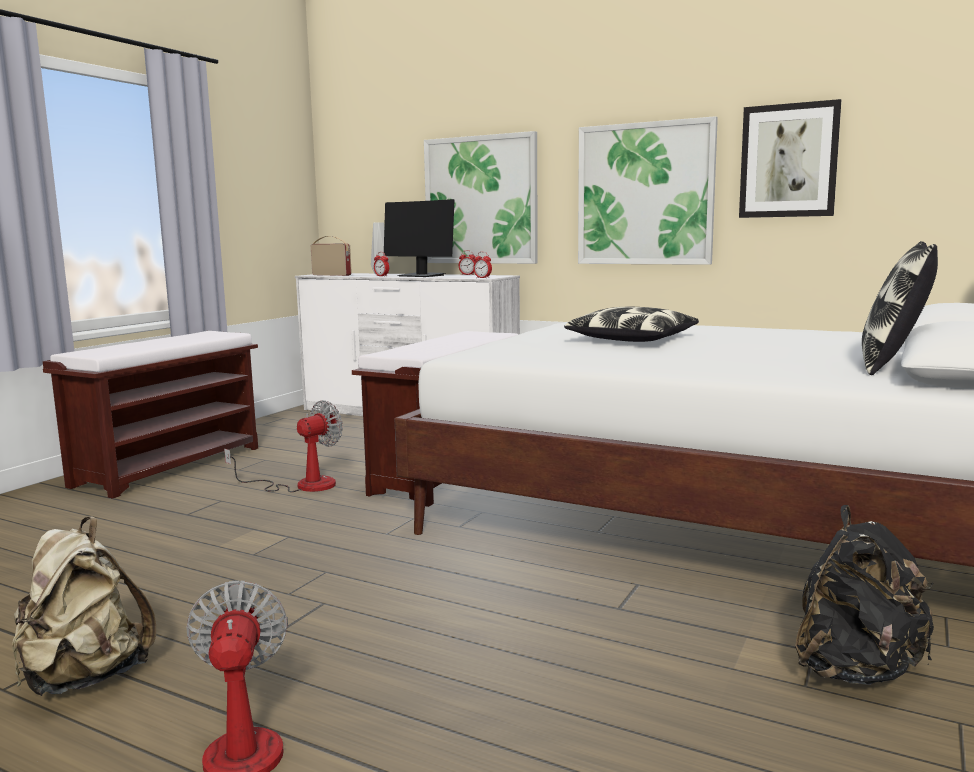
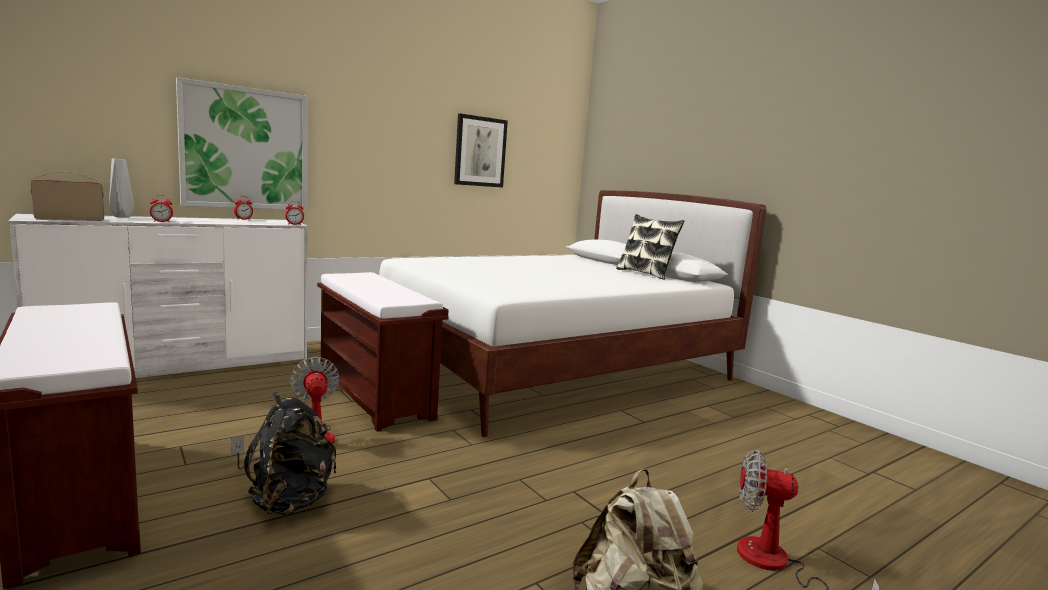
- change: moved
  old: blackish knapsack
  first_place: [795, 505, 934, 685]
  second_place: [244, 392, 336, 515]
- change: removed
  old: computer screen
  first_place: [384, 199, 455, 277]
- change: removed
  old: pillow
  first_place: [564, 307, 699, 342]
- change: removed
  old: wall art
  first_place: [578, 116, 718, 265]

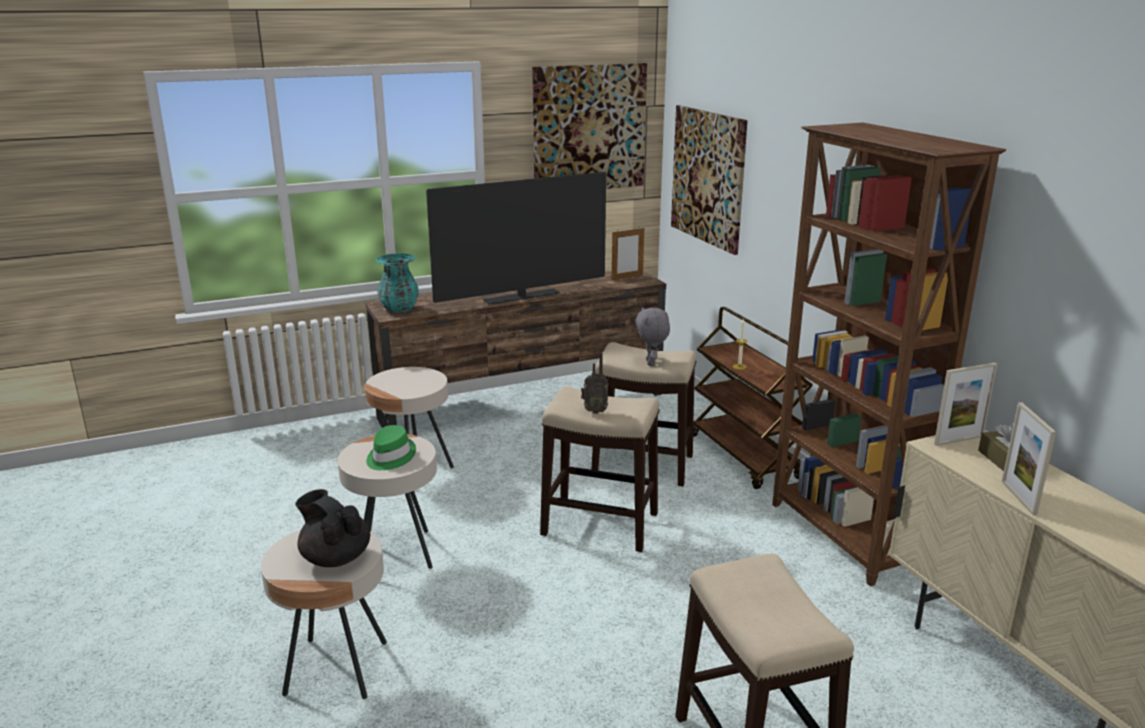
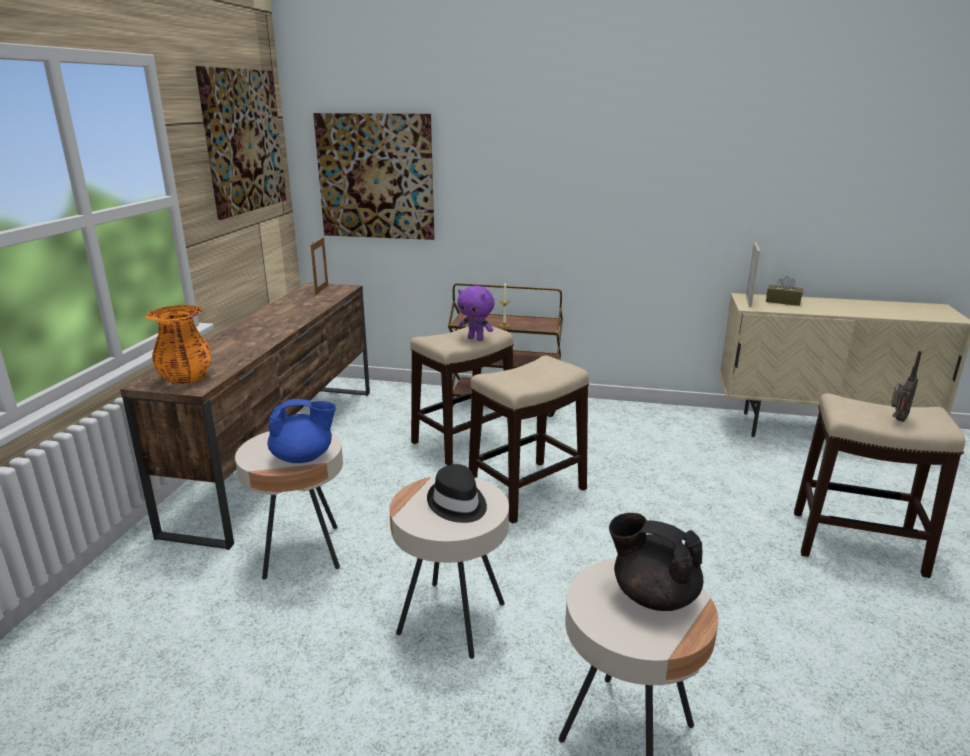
- change: recoloured
  old: turquoise-coloured flower vase
  new: orange-coloured flower vase
  first_place: [376, 253, 419, 313]
  second_place: [145, 305, 211, 384]
- change: added
  new: blue teapot
  second_place: [268, 399, 336, 463]
- change: recoloured
  old: green-coloured clothing hat
  new: blackish clothing hat
  first_place: [366, 425, 416, 470]
  second_place: [427, 464, 487, 523]
- change: recoloured
  old: greyish plush toy
  new: purplish plush toy
  first_place: [635, 307, 670, 366]
  second_place: [457, 286, 495, 341]
- change: turned
  old: blackish teapot
  first_place: [295, 489, 370, 567]
  second_place: [609, 513, 703, 611]
  degrees: 45
- change: moved
  old: radio
  first_place: [581, 352, 608, 414]
  second_place: [891, 351, 922, 422]
- change: removed
  old: TV set
  first_place: [426, 172, 606, 304]
- change: removed
  old: brown-coloured bookcase
  first_place: [772, 122, 1006, 586]
- change: removed
  old: standing frame
  first_place: [1002, 402, 1056, 515]

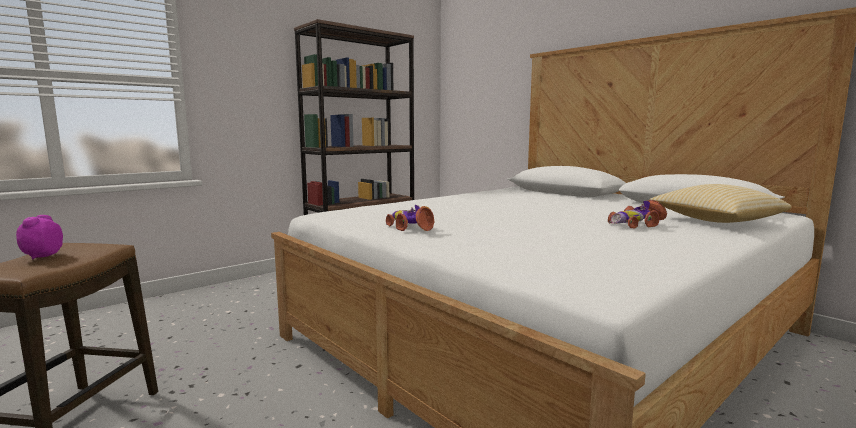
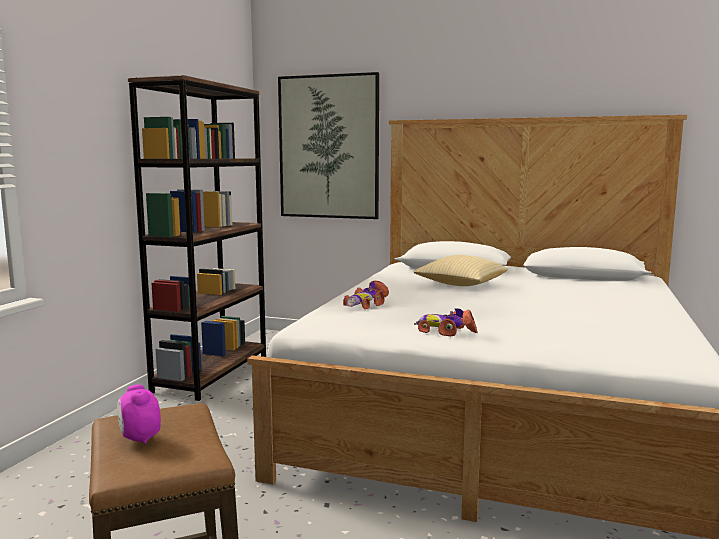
- change: added
  new: wall art
  second_place: [278, 72, 379, 219]
- change: moved
  old: toy car
  first_place: [608, 200, 667, 229]
  second_place: [343, 281, 389, 309]
- change: moved
  old: pillow
  first_place: [649, 184, 792, 223]
  second_place: [413, 255, 507, 286]

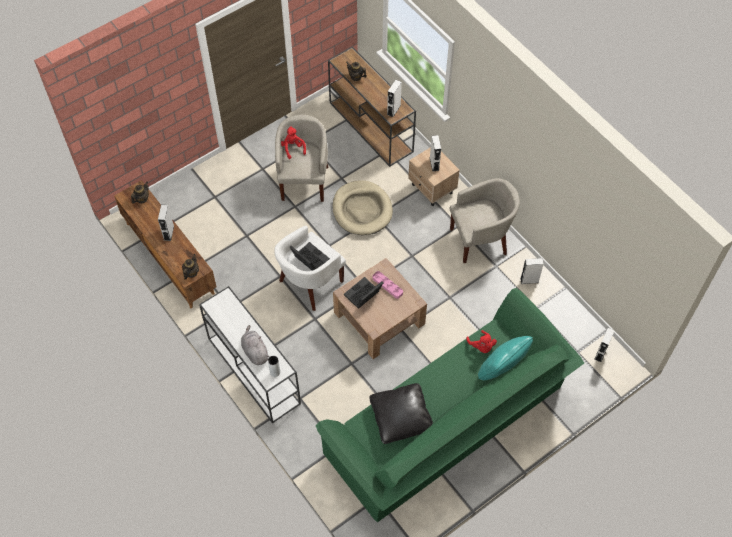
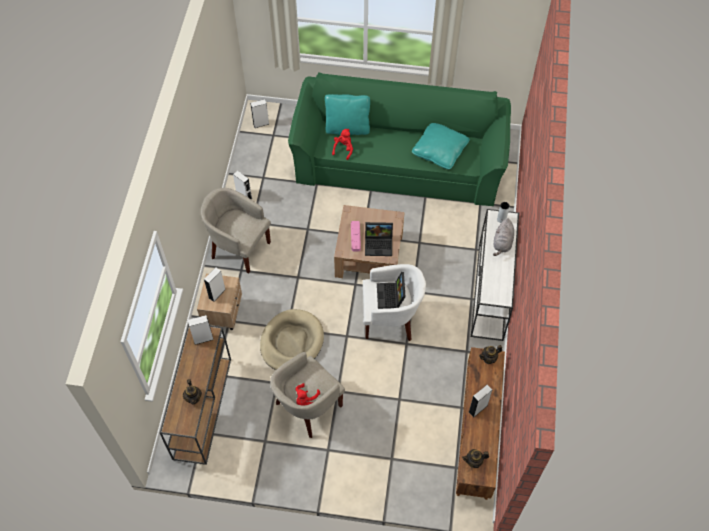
- change: recoloured
  old: blackish pillow
  new: turquoise-coloured pillow
  first_place: [369, 383, 433, 444]
  second_place: [412, 123, 470, 169]

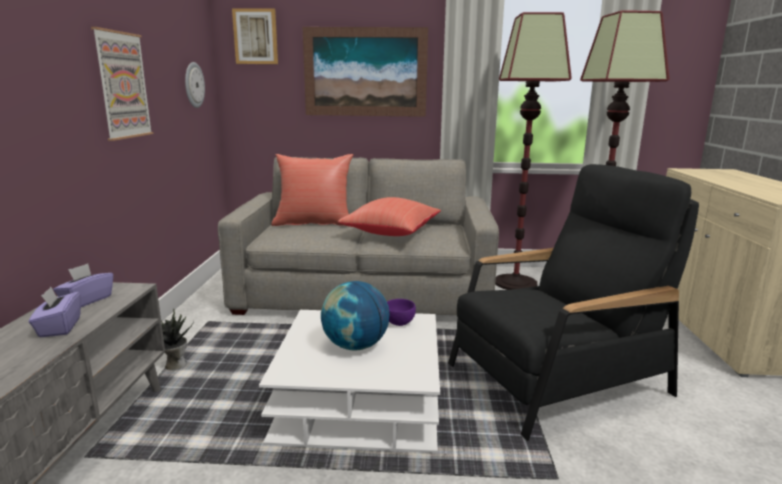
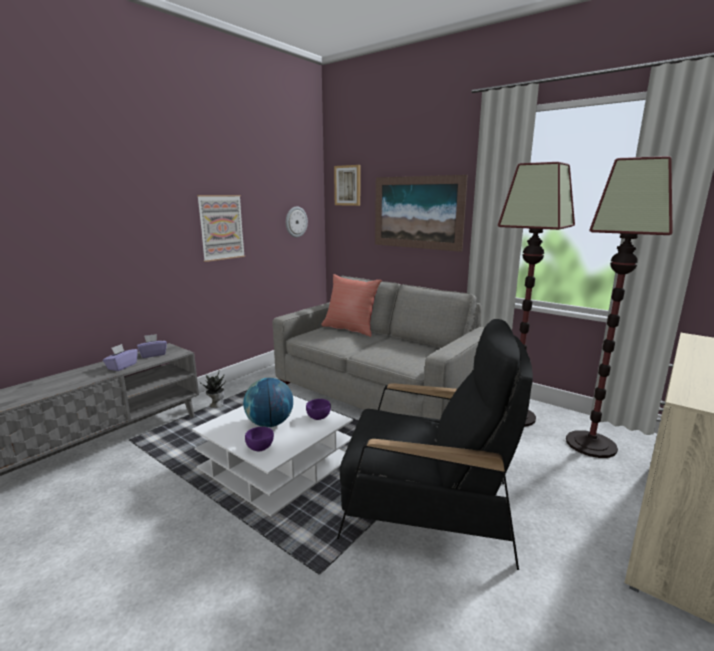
- change: added
  new: purplish bowl
  second_place: [245, 427, 274, 451]
- change: removed
  old: red pillow
  first_place: [338, 197, 441, 236]

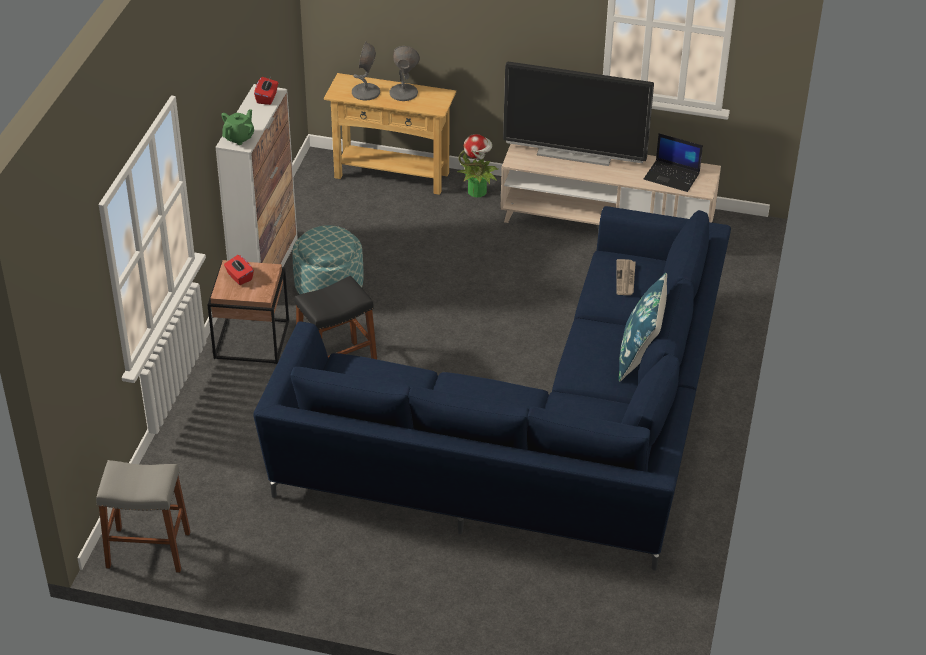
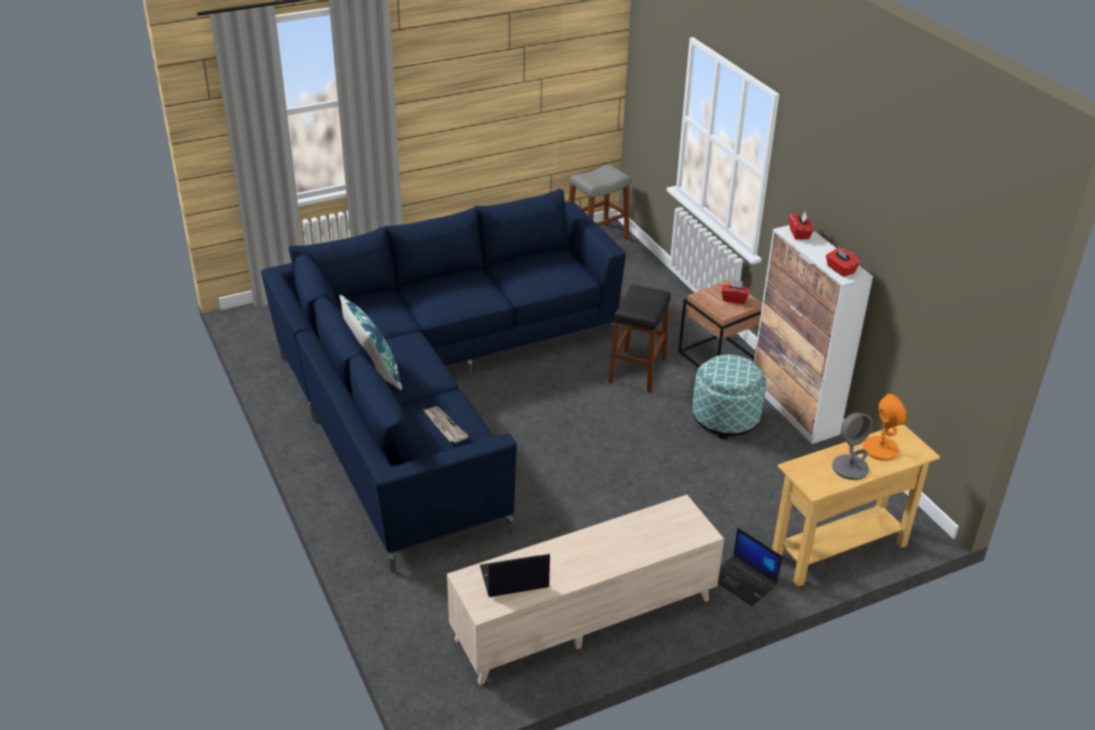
- change: replaced
  old: potted plant
  new: laptop
  first_place: [457, 134, 499, 197]
  second_place: [718, 528, 783, 606]
- change: replaced
  old: green-coloured teapot
  new: red tissue holder
  first_place: [221, 109, 254, 145]
  second_place: [789, 212, 814, 240]
- change: recoloured
  old: greyish table lamp
  new: orange-coloured table lamp
  first_place: [352, 42, 380, 101]
  second_place: [863, 394, 907, 461]
- change: removed
  old: TV set
  first_place: [503, 62, 654, 166]

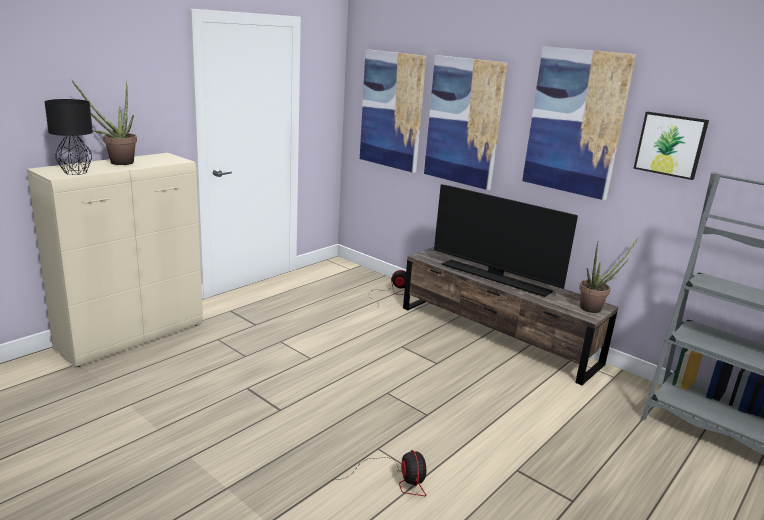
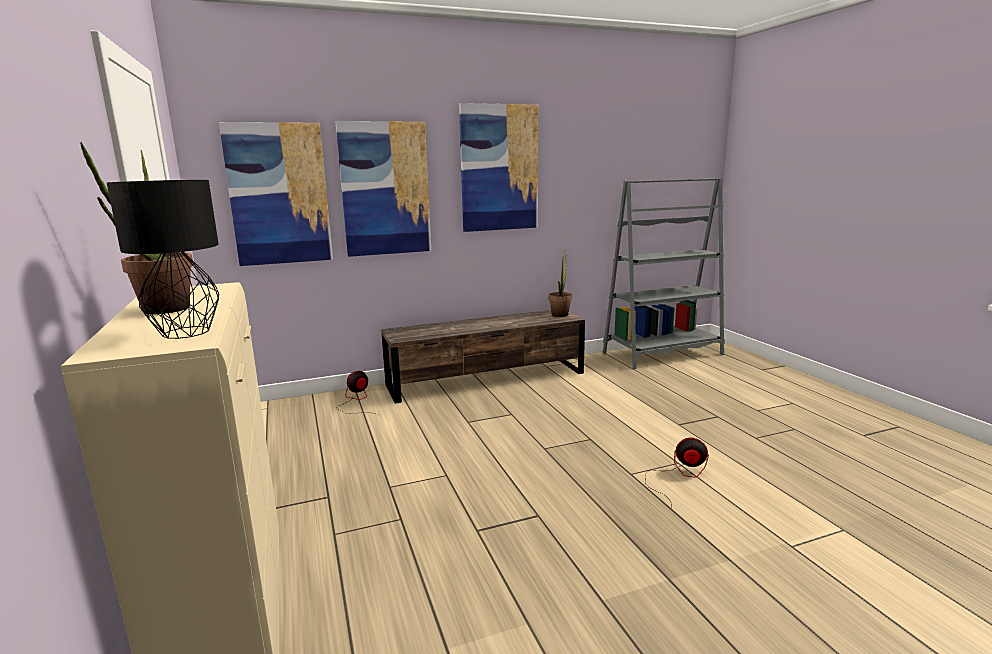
- change: removed
  old: TV set
  first_place: [434, 184, 578, 297]
- change: removed
  old: wall art
  first_place: [633, 112, 709, 180]

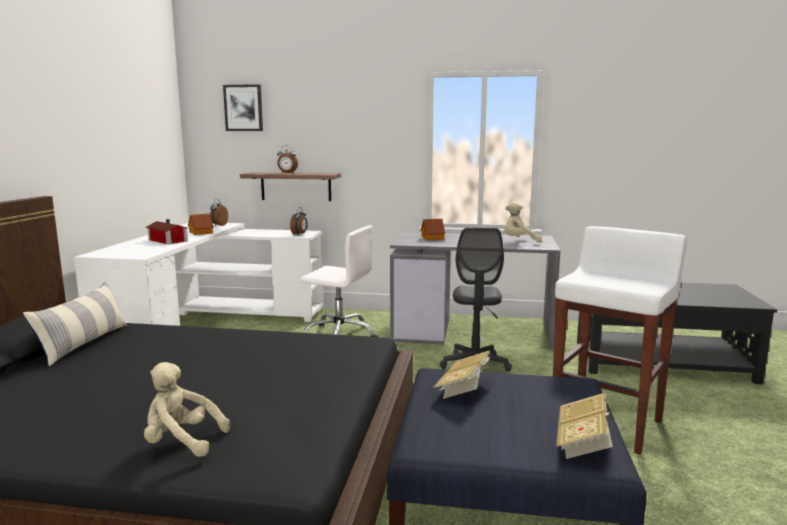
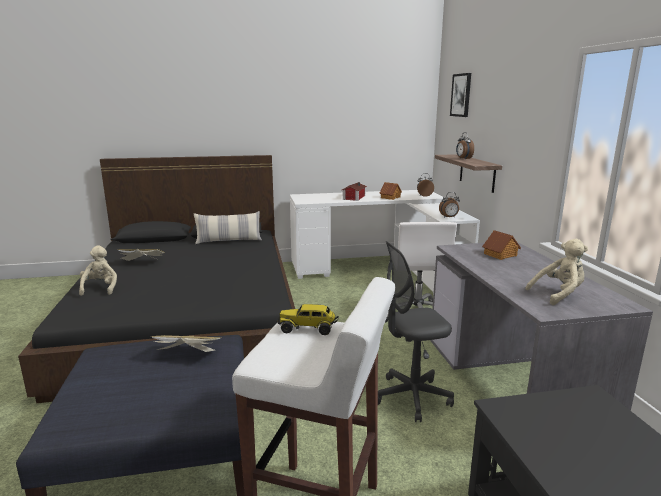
- change: moved
  old: book
  first_place: [556, 393, 613, 459]
  second_place: [117, 249, 165, 261]
- change: added
  new: toy truck
  second_place: [277, 304, 339, 335]
- change: turned
  old: beige-coloured plush toy
  first_place: [505, 202, 542, 243]
  second_place: [526, 239, 588, 305]
  degrees: 90

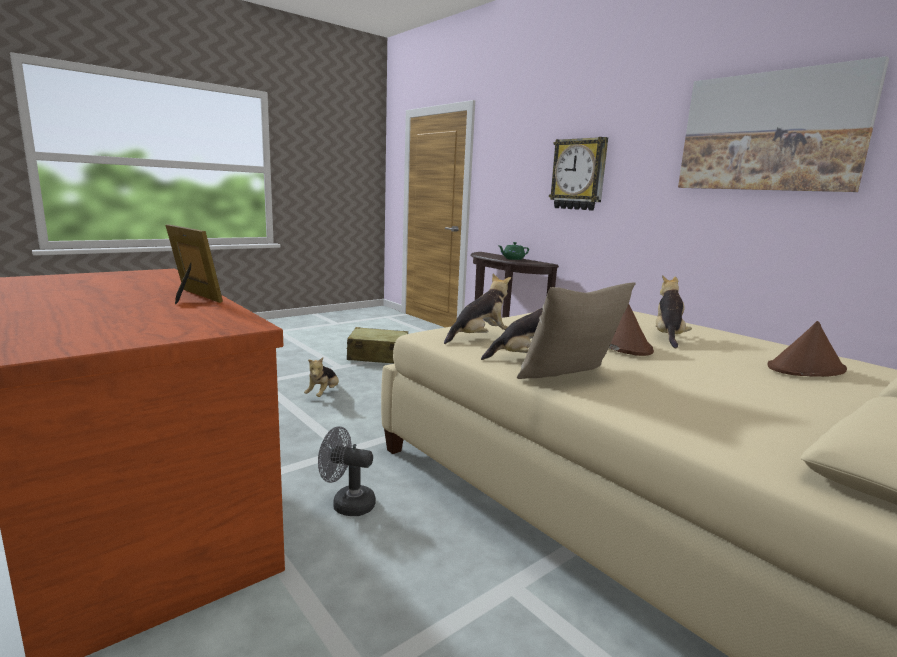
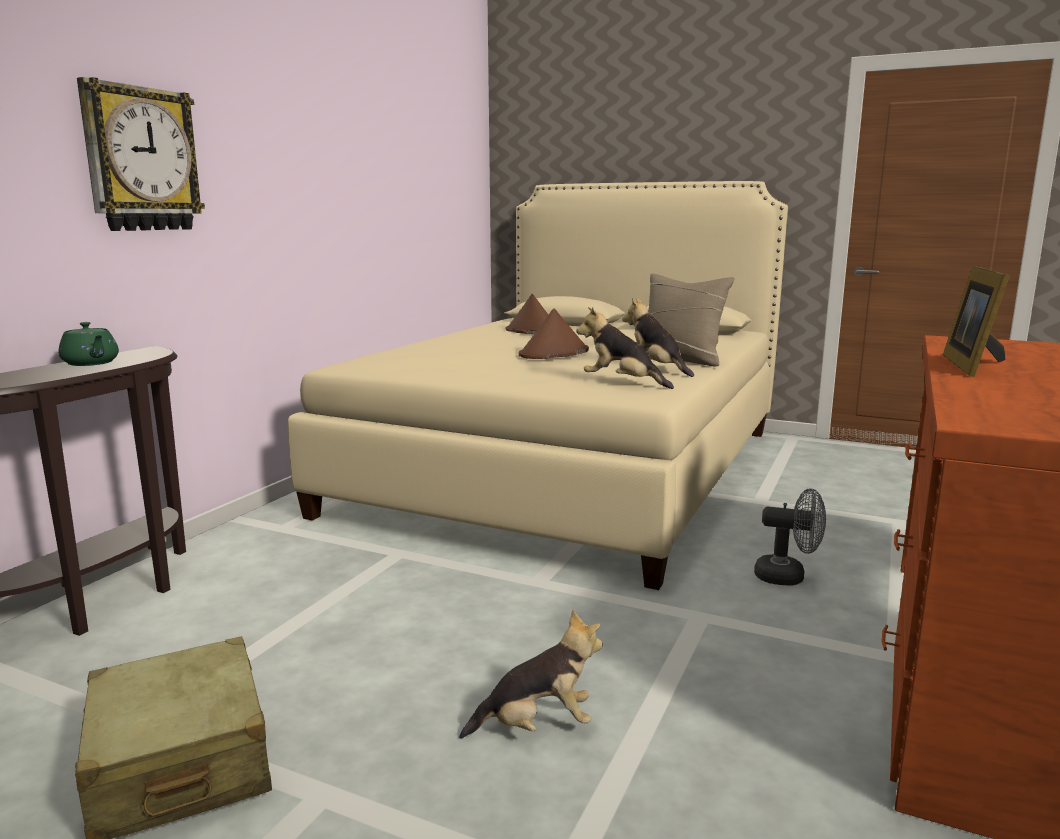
- change: turned
  old: greyish fan
  first_place: [318, 426, 376, 516]
  second_place: [754, 488, 826, 585]
  degrees: -60
- change: removed
  old: plush toy
  first_place: [656, 275, 692, 348]
- change: removed
  old: wall art
  first_place: [678, 56, 889, 192]

